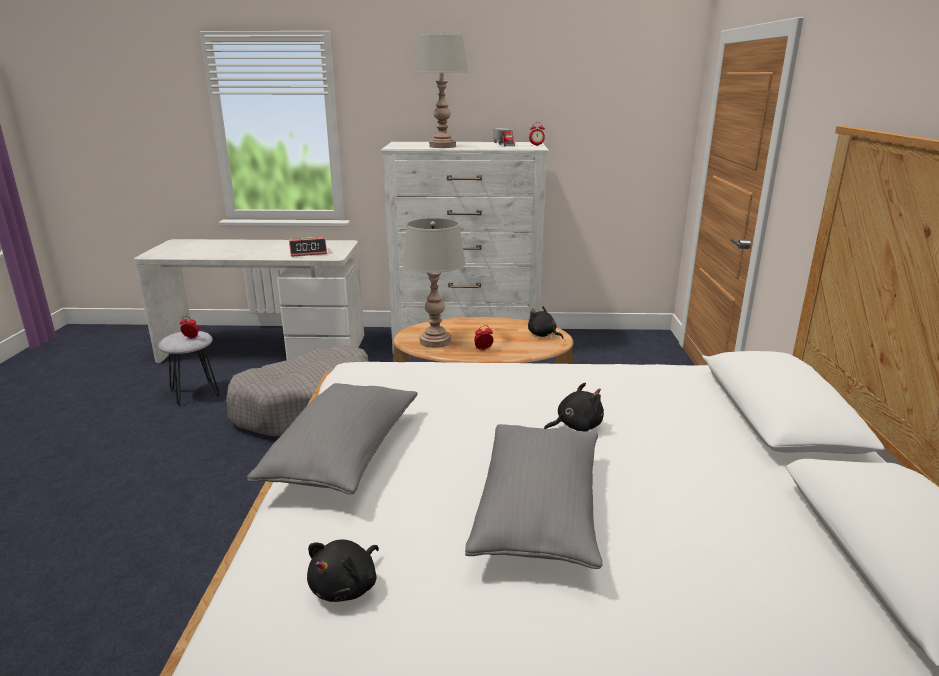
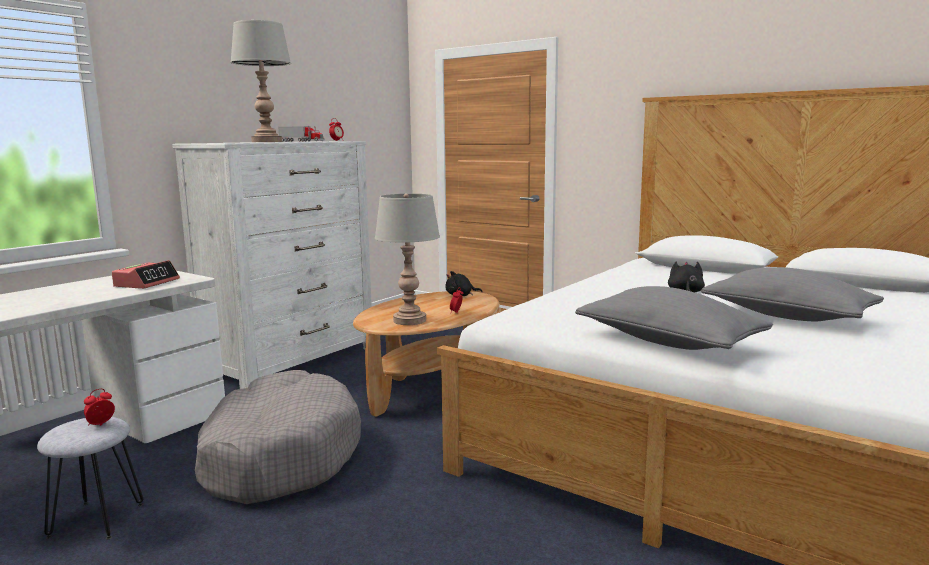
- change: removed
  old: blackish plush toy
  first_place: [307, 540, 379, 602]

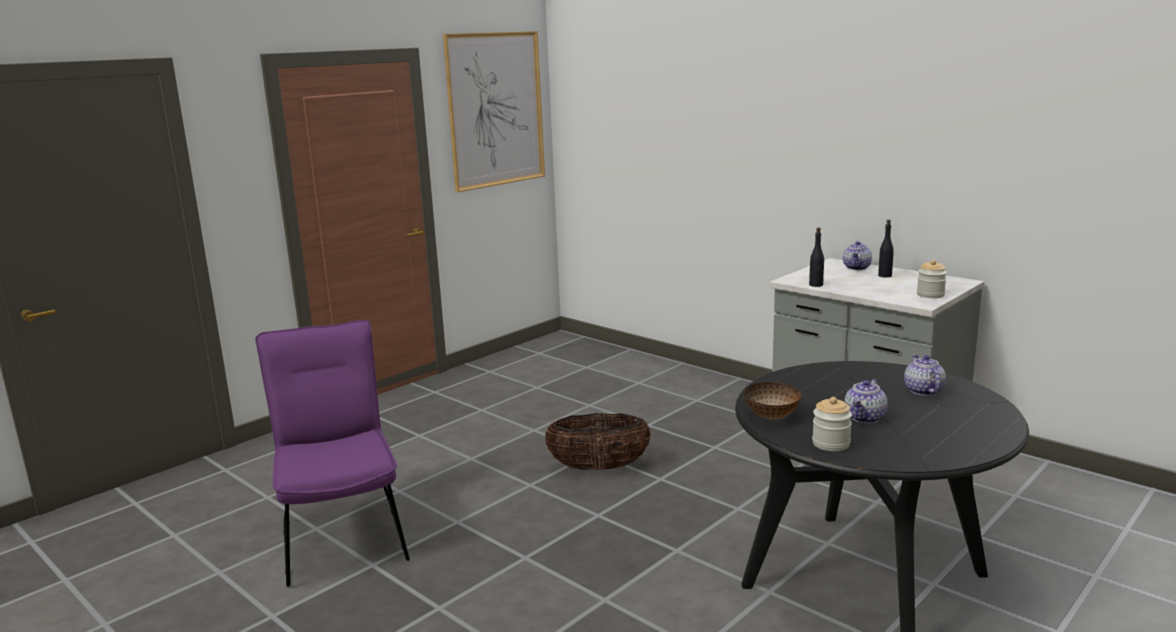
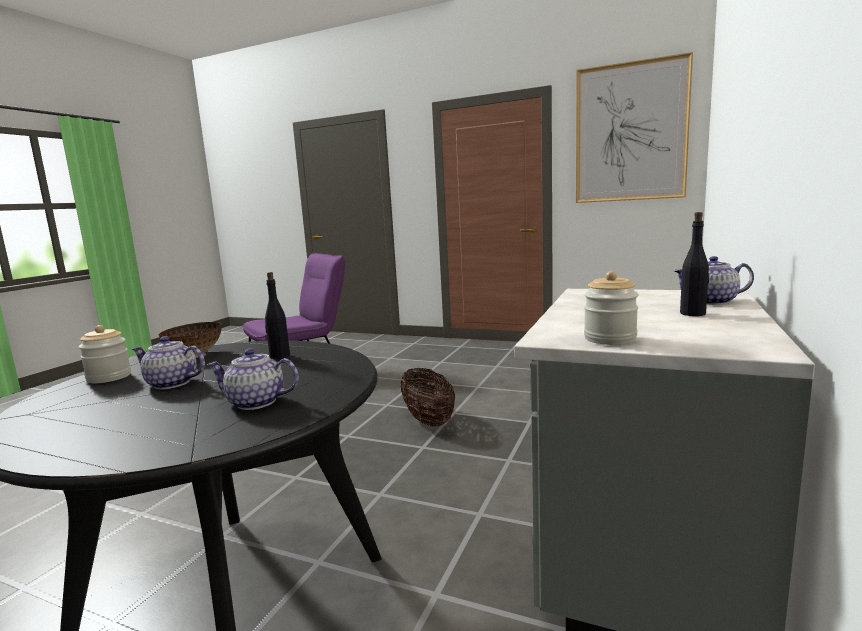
- change: turned
  old: teapot
  first_place: [904, 354, 946, 396]
  second_place: [207, 349, 299, 410]
  degrees: -150
- change: moved
  old: blackish drink bottle
  first_place: [809, 228, 824, 287]
  second_place: [265, 272, 290, 359]

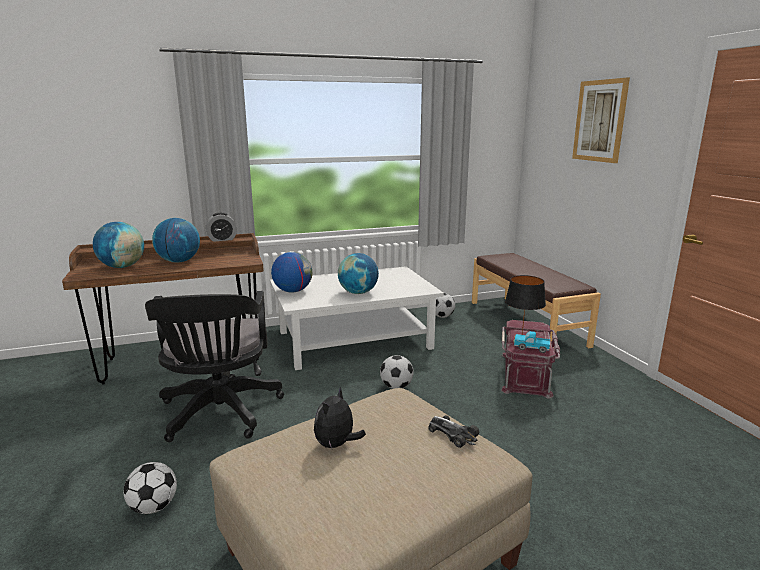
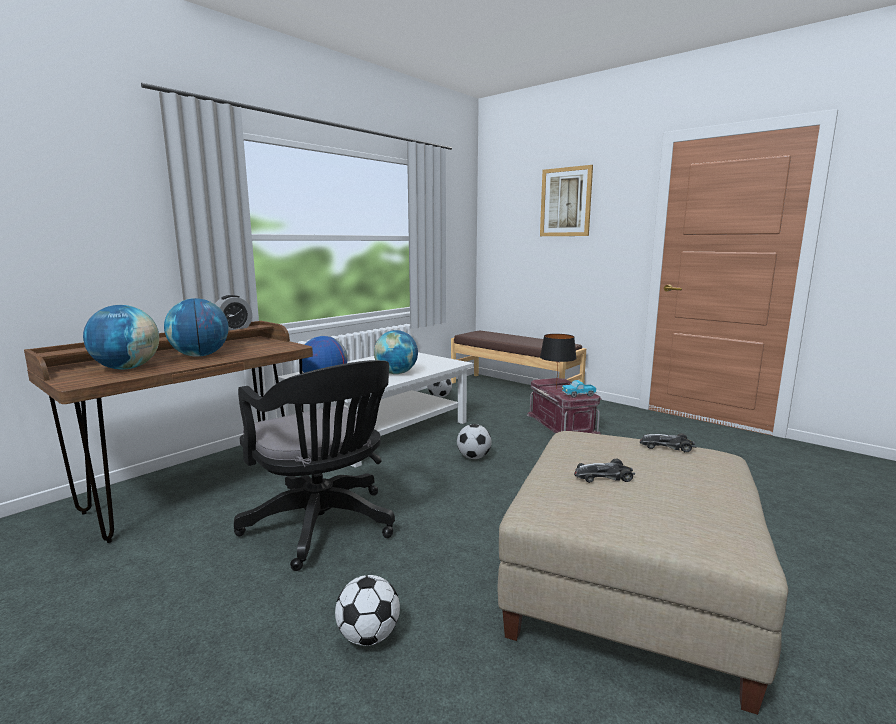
- change: replaced
  old: plush toy
  new: toy car
  first_place: [314, 387, 366, 449]
  second_place: [574, 459, 635, 483]

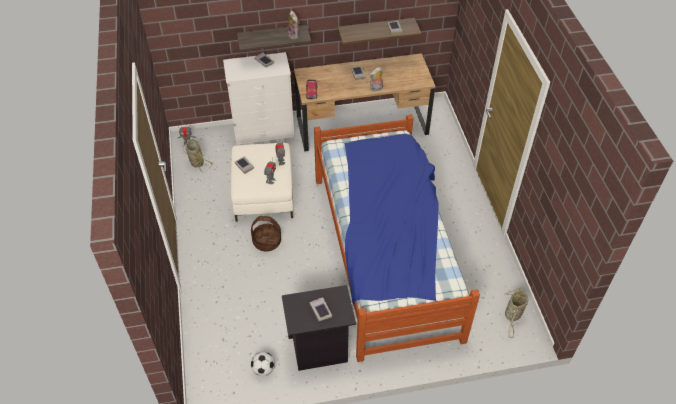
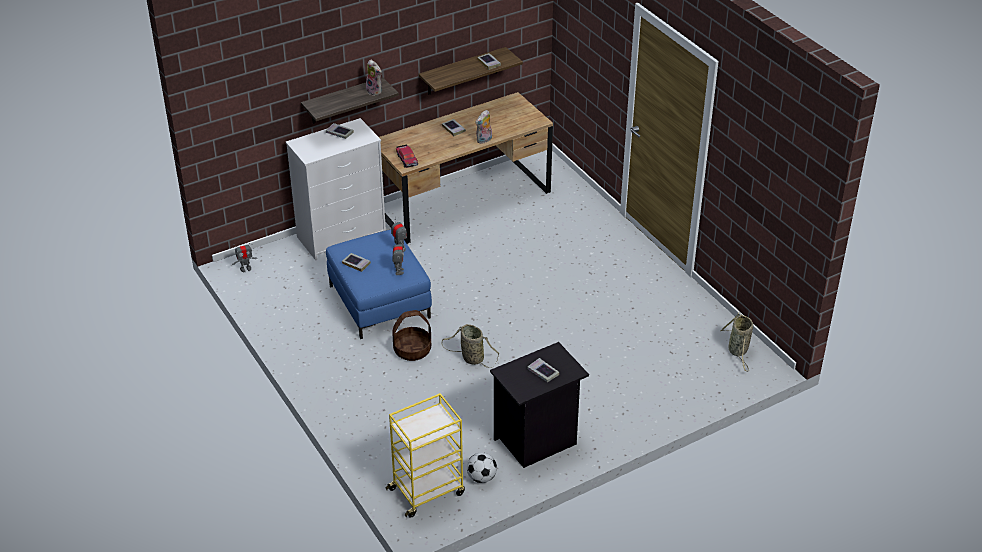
- change: recoloured
  old: white pouffe
  new: blue pouffe
  first_place: [231, 143, 294, 222]
  second_place: [326, 230, 432, 339]
- change: added
  new: yellowish wheeled cart
  second_place: [386, 393, 465, 518]
- change: moved
  old: household basket
  first_place: [183, 139, 213, 172]
  second_place: [442, 324, 499, 368]
- change: removed
  old: bed
  first_place: [314, 114, 480, 362]

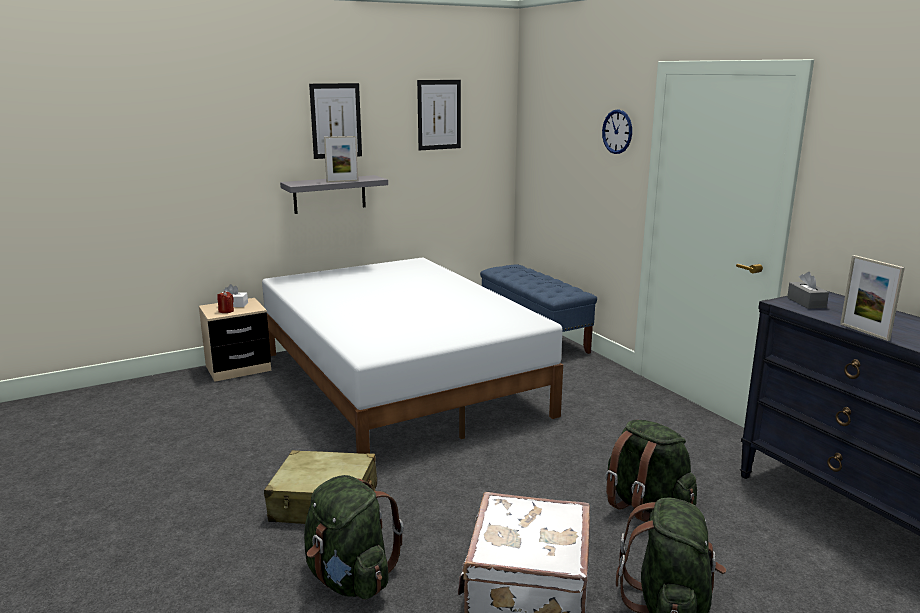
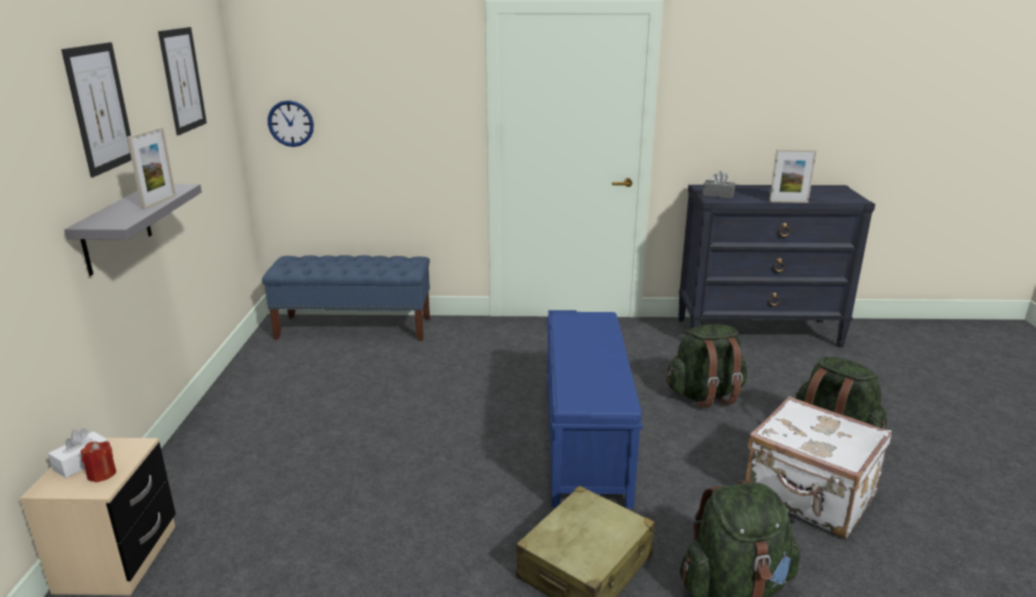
- change: moved
  old: clock on the wall
  first_place: [602, 109, 632, 154]
  second_place: [268, 100, 314, 147]
- change: added
  new: blue bench
  second_place: [547, 310, 643, 508]
- change: removed
  old: white bed
  first_place: [262, 257, 563, 454]

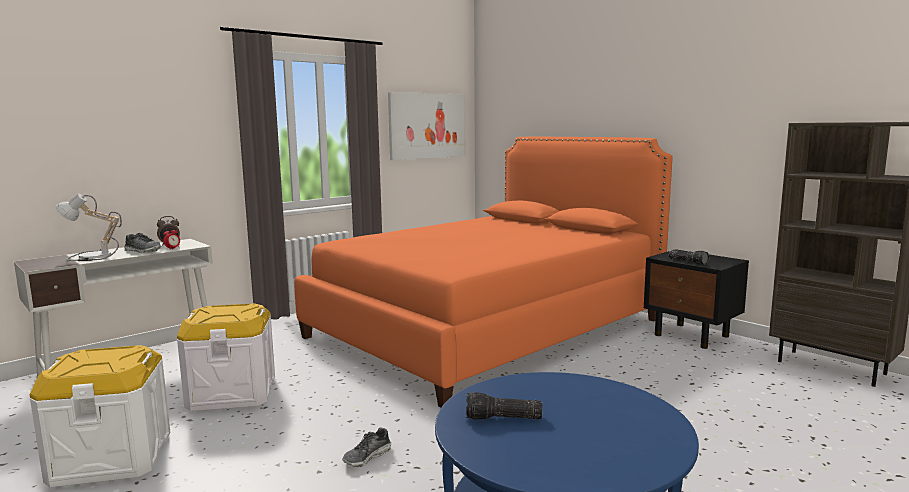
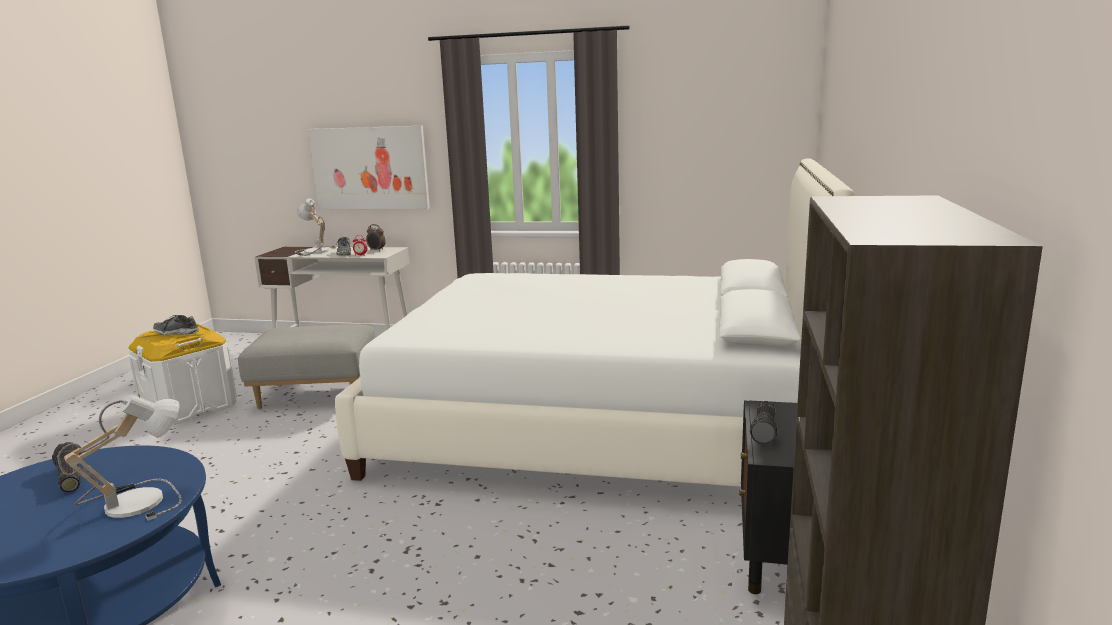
- change: added
  new: table lamp
  second_place: [57, 394, 182, 521]
- change: moved
  old: item of footwear
  first_place: [343, 428, 391, 467]
  second_place: [153, 315, 200, 335]
- change: replaced
  old: white storage box
  new: greyish pouffe
  first_place: [177, 303, 275, 411]
  second_place: [238, 324, 376, 409]
- change: moved
  old: wall art
  first_place: [388, 92, 465, 160]
  second_place: [308, 126, 430, 209]
- change: recoloured
  old: orange-coloured bed
  new: white bed
  first_place: [294, 137, 673, 407]
  second_place: [335, 158, 854, 487]

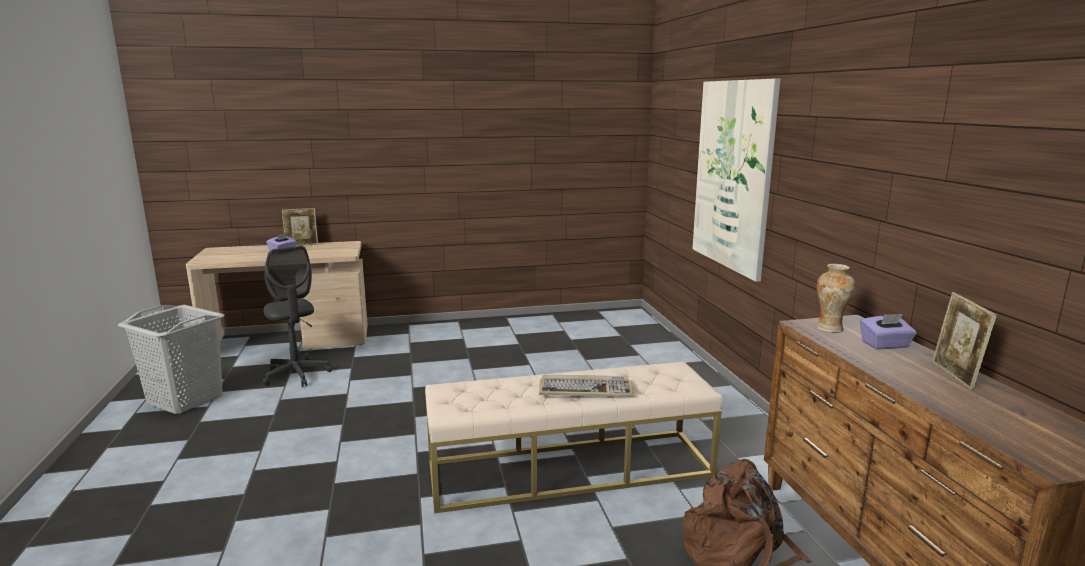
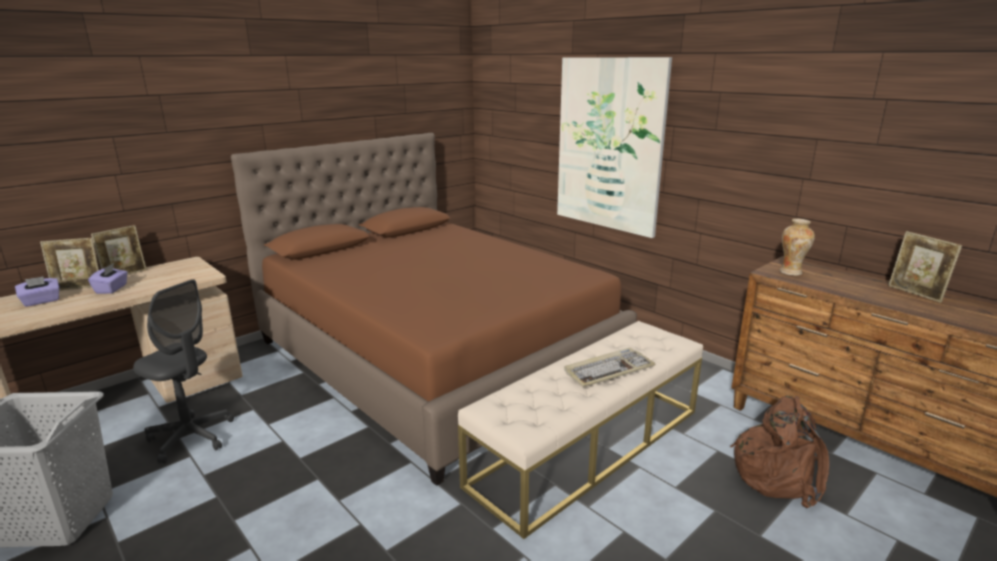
- change: moved
  old: purplish tissue holder
  first_place: [860, 314, 917, 349]
  second_place: [15, 277, 60, 307]
- change: added
  new: standing frame
  second_place: [40, 238, 99, 291]
- change: added
  new: brown-coloured bed
  second_place: [231, 133, 637, 486]

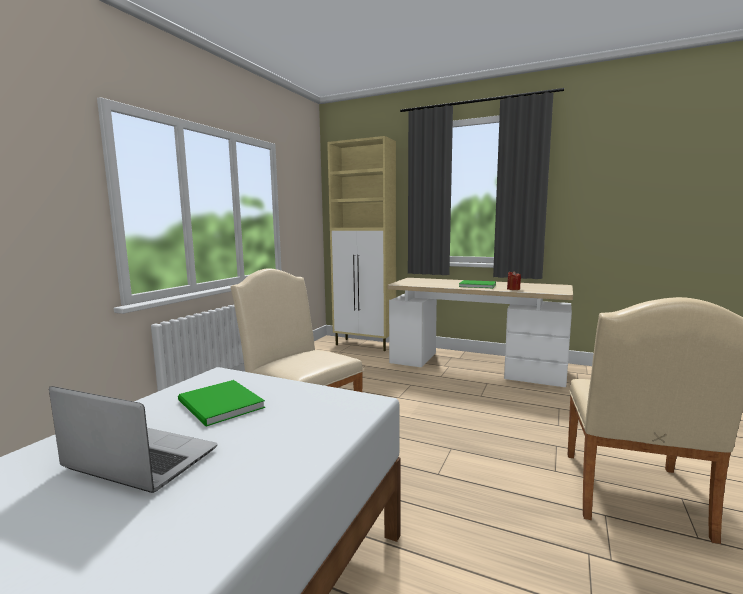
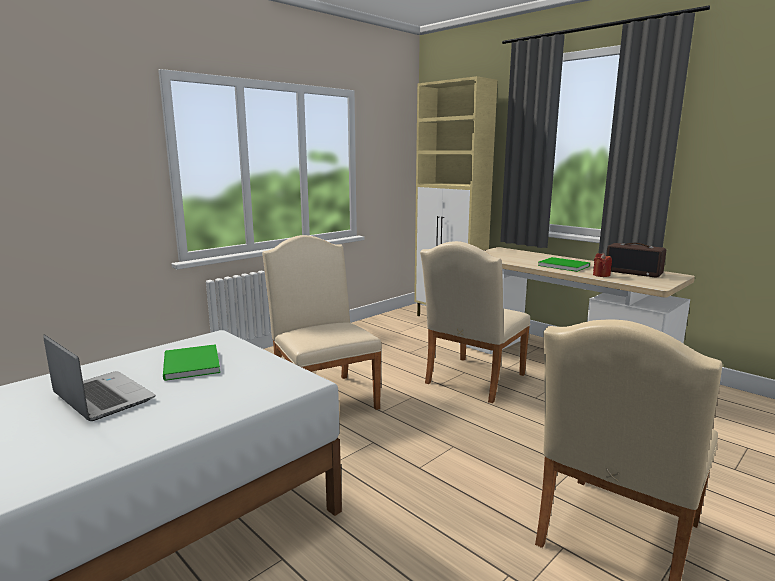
- change: added
  new: beige-coloured upright chair
  second_place: [420, 241, 531, 403]
- change: added
  new: radio
  second_place: [606, 243, 666, 278]

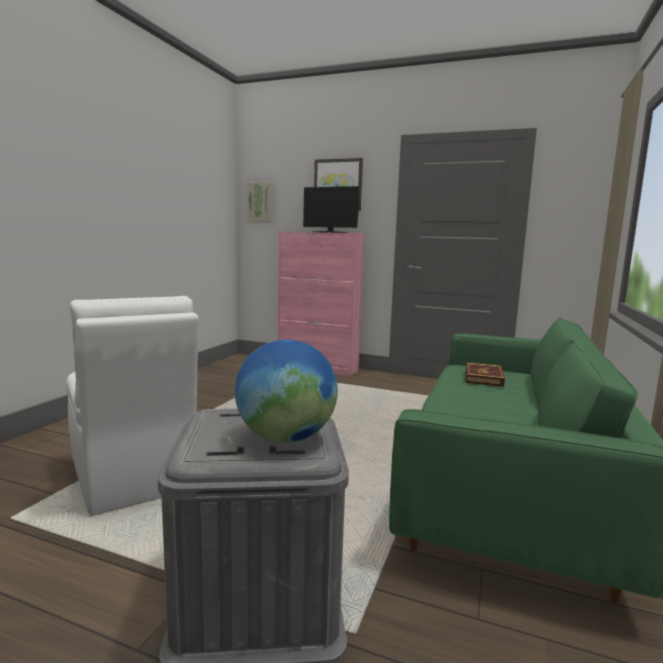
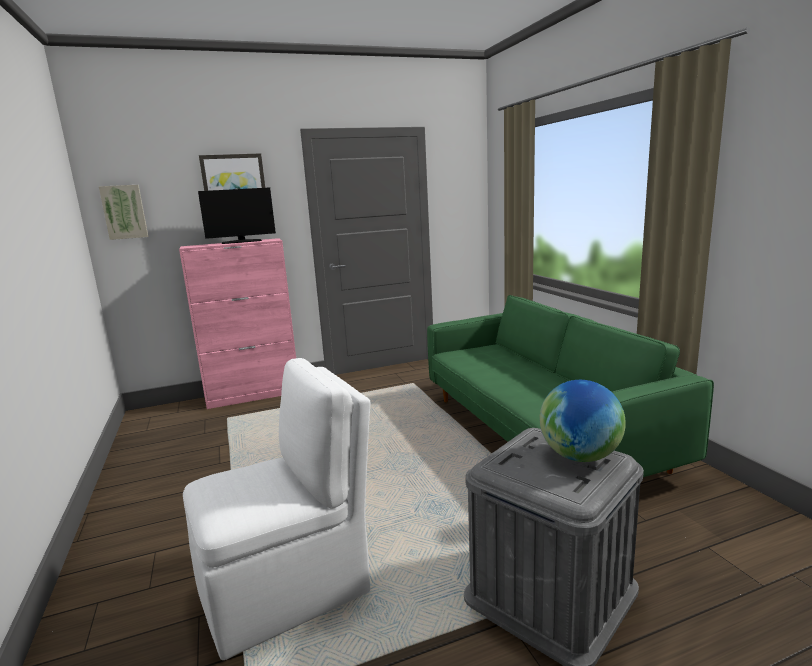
- change: turned
  old: white upright chair
  first_place: [66, 296, 199, 516]
  second_place: [183, 358, 371, 660]
  degrees: -45
- change: removed
  old: book
  first_place: [466, 363, 505, 387]

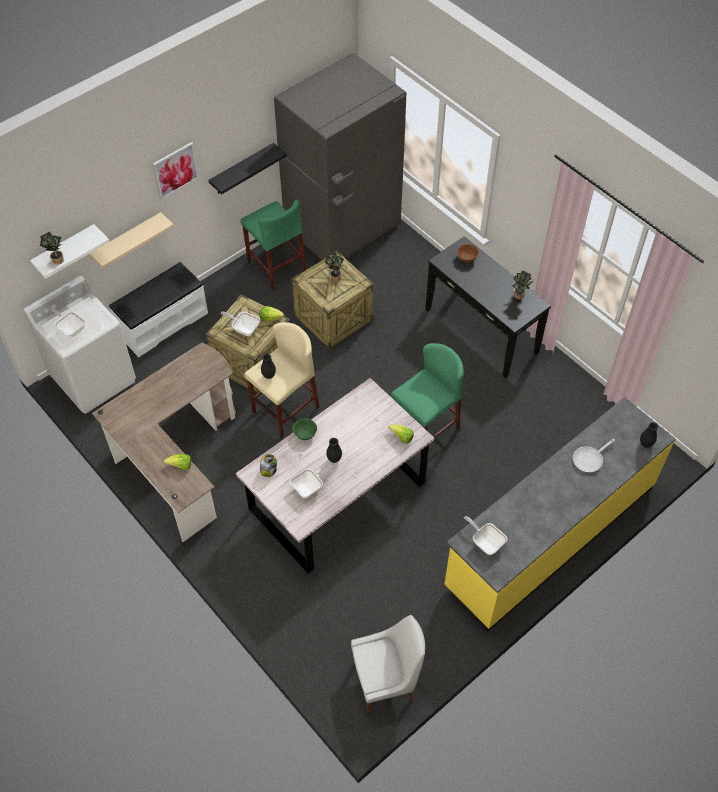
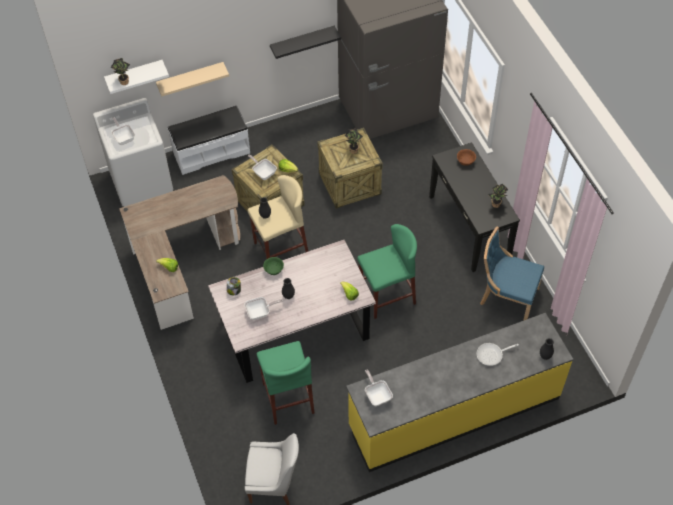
- change: moved
  old: green-coloured stool seat
  first_place: [240, 199, 306, 291]
  second_place: [257, 341, 314, 425]
- change: added
  new: blue upright chair
  second_place: [480, 226, 544, 320]
- change: removed
  old: wall art
  first_place: [153, 142, 199, 200]

